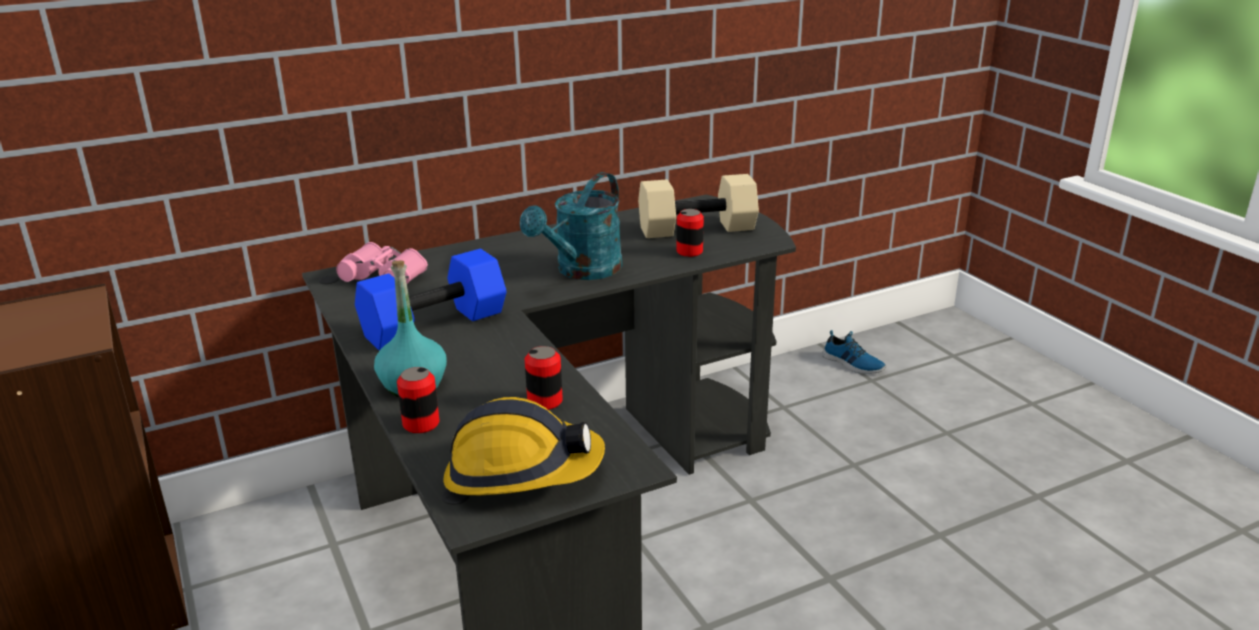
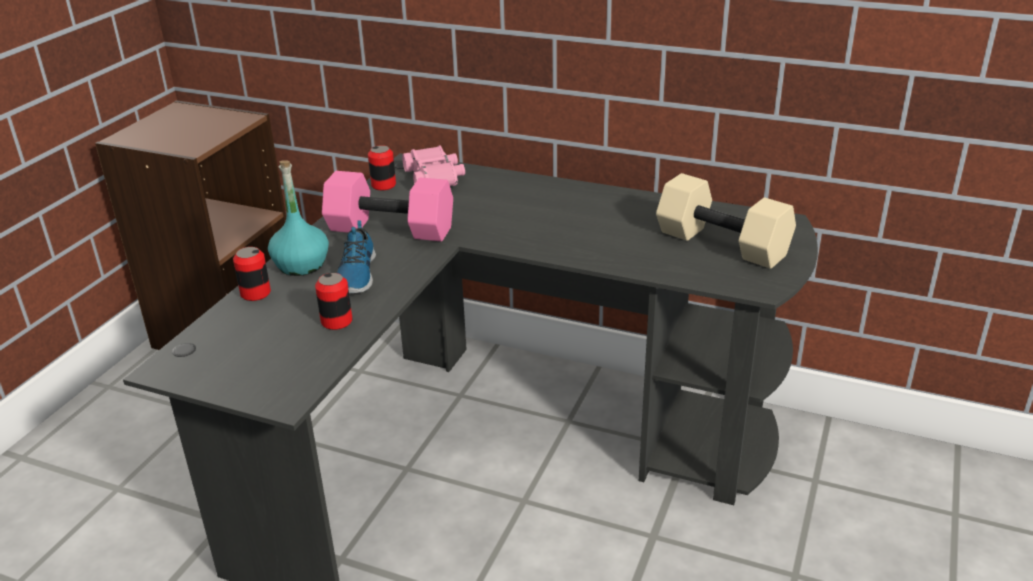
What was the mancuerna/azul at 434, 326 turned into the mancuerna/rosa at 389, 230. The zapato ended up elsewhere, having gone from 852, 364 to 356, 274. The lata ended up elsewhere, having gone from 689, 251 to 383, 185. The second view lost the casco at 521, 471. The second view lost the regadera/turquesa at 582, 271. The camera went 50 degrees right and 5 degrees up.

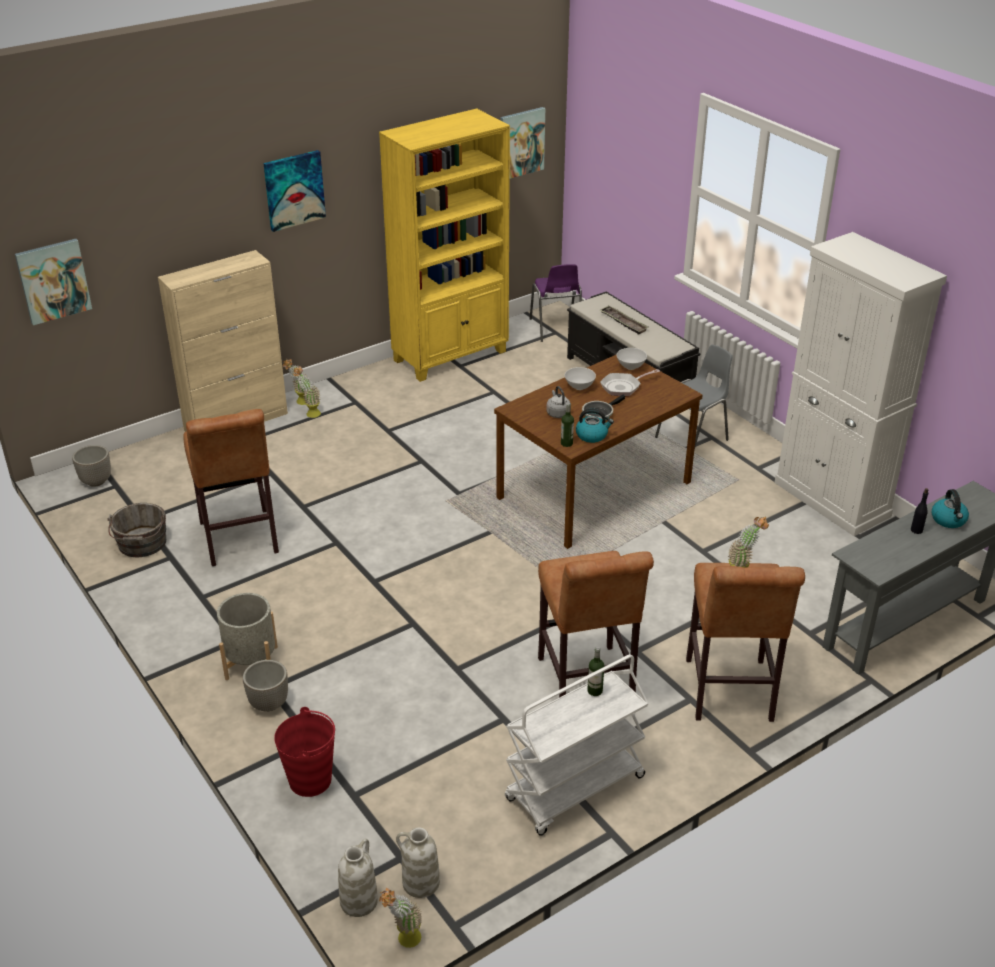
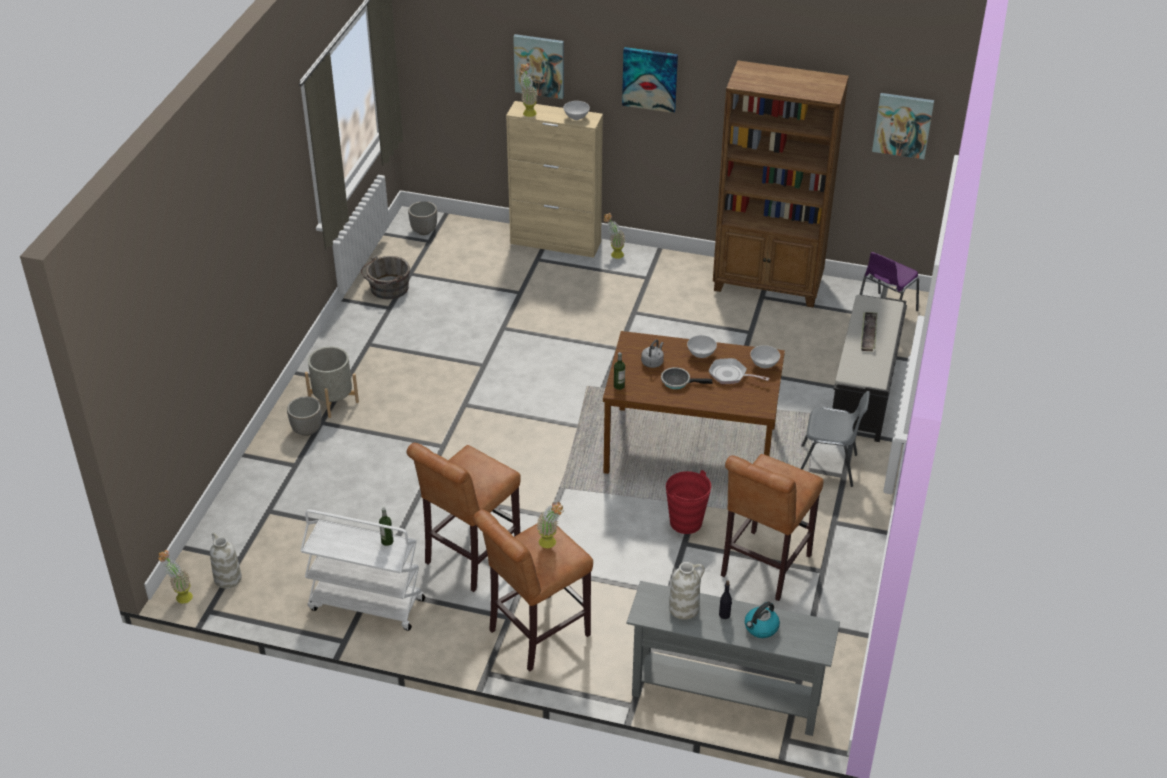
The cuadro ended up elsewhere, having gone from 53, 281 to 539, 65. The planta en maceta ended up elsewhere, having gone from 309, 413 to 528, 111. The second view gained the cuenco/blanco at 576, 118. The cubo/rojo ended up elsewhere, having gone from 311, 780 to 686, 522. The florero/blanco ended up elsewhere, having gone from 359, 900 to 684, 608. What was the estantería/amarillo at 451, 356 turned into the estantería/marrón at 768, 285. The taburete/marrón ended up elsewhere, having gone from 239, 541 to 763, 568. The second view lost the hervidor at 592, 435. The second view lost the armario/blanco at 832, 499. The camera went 50 degrees right and 5 degrees up.

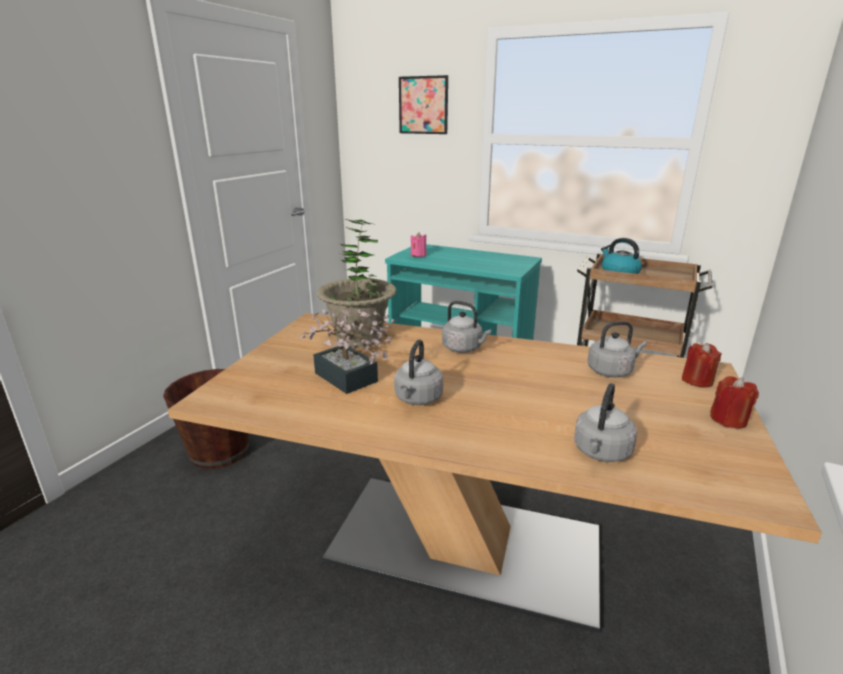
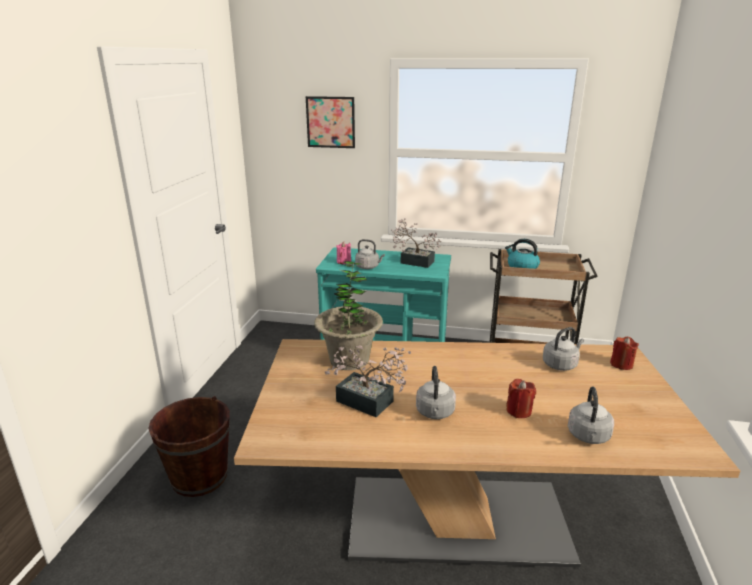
The hervidor/gris ended up elsewhere, having gone from 464, 348 to 368, 267. The second view gained the planta en maceta at 413, 261. The vela/rojo ended up elsewhere, having gone from 728, 420 to 519, 411. The camera went 15 degrees left and 0 degrees up.

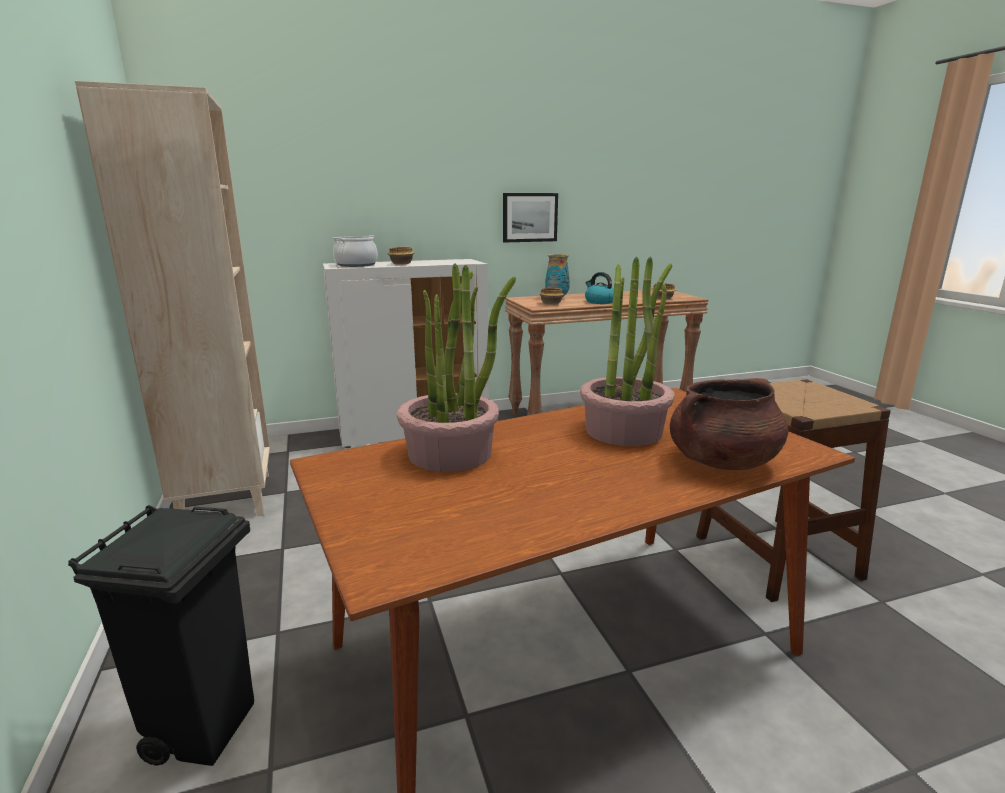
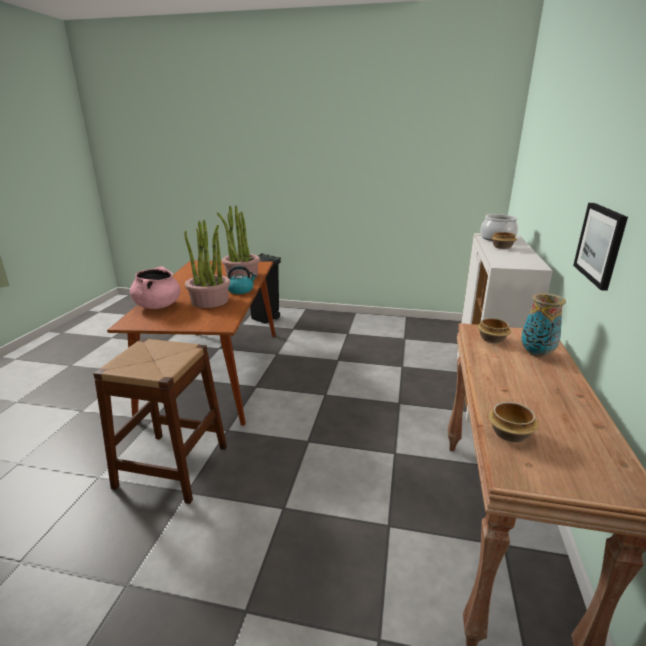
What was the olla/marrón at 722, 462 turned into the olla/rosa at 158, 306. The hervidor ended up elsewhere, having gone from 599, 302 to 241, 290. The second view lost the estantería/beis at 226, 499. The camera went 120 degrees right and 5 degrees up.

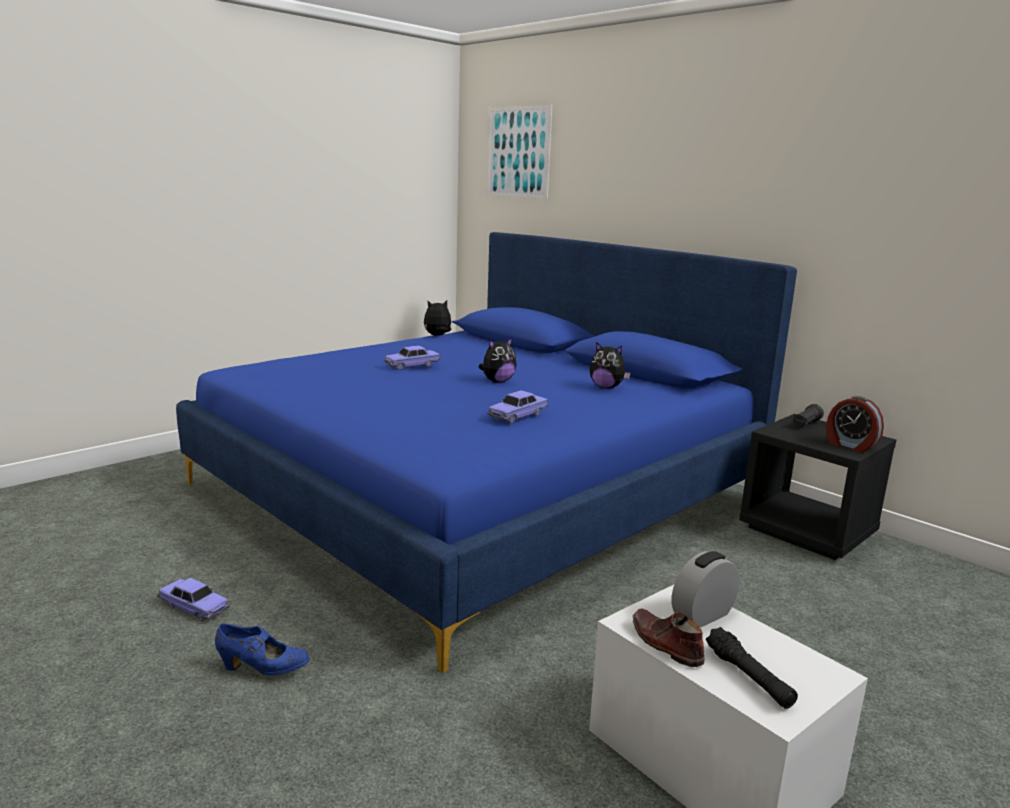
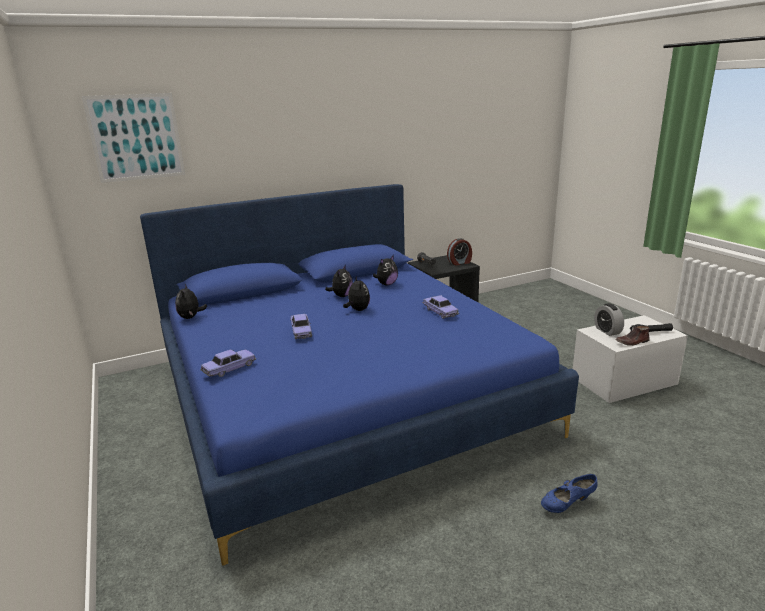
The coche de juguete ended up elsewhere, having gone from 194, 607 to 229, 368. The second view gained the peluche at 341, 296. The zapato/azul at 263, 669 ended up facing another way, 135 degrees counterclockwise from before. The camera went 70 degrees left and 5 degrees up.

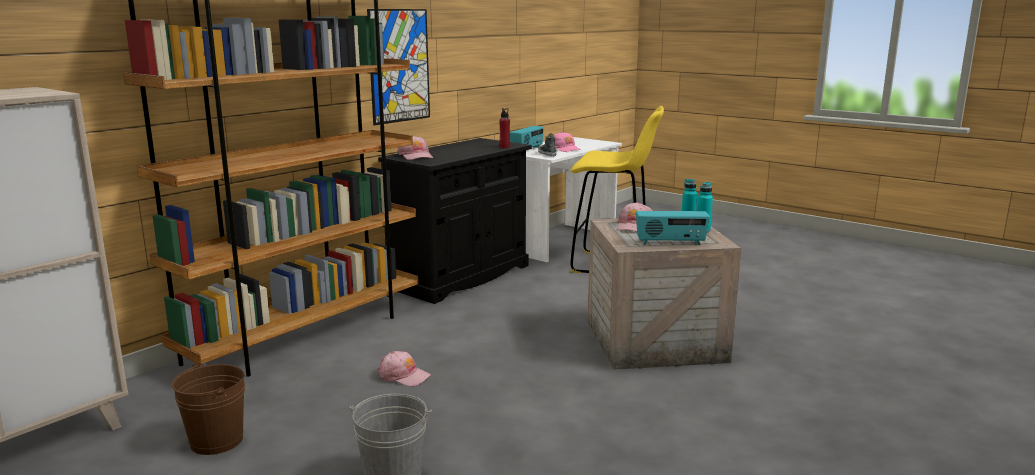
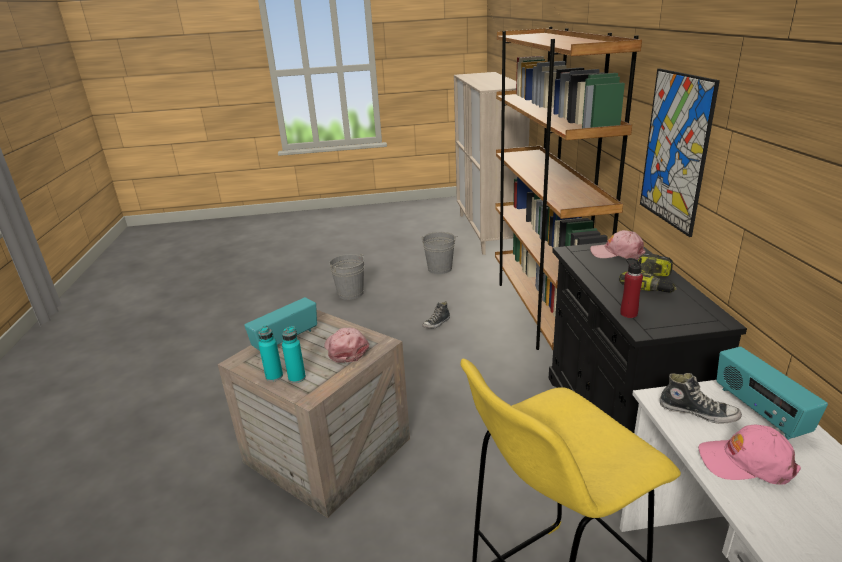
What was the cubo/marrón at 216, 441 turned into the cubo/gris at 440, 268. Where the gorra/rosa stood at 403, 376, the zapato came to stand at 436, 323. The second view gained the taladro at 652, 283. The camera went 135 degrees right and 10 degrees up.

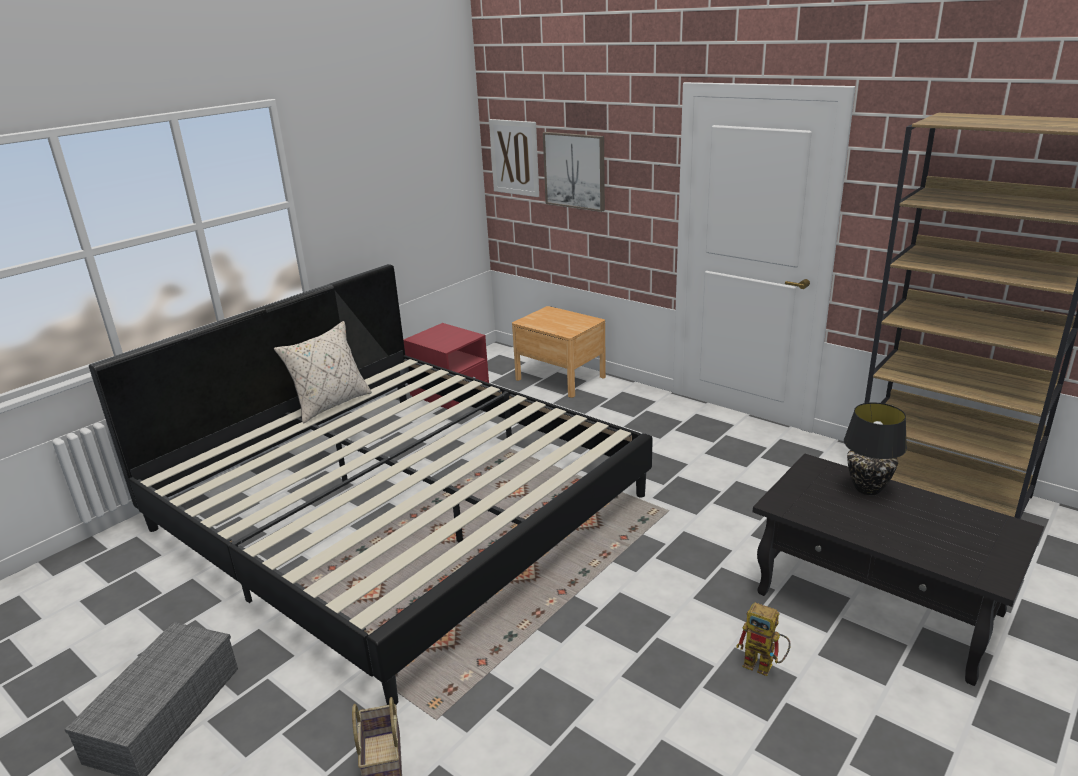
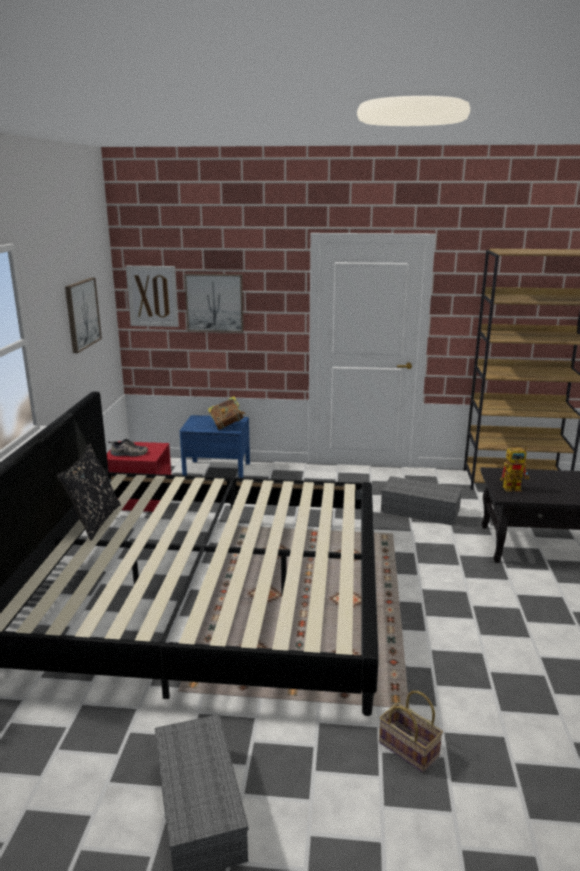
What was the cojín/beis at 330, 404 turned into the cojín/negro at 94, 521. The second view gained the cuadro at 82, 314. The second view gained the zapato at 128, 454. What was the mesita de noche/marrón at 560, 378 turned into the mesita de noche/azul at 217, 471. The second view gained the libro at 227, 425. The second view gained the caja de almacenaje/gris at 421, 510. The robot de juguete ended up elsewhere, having gone from 764, 665 to 515, 488. The second view lost the lámpara de mesa/negro at 867, 489. The camera went 35 degrees left and 5 degrees down.

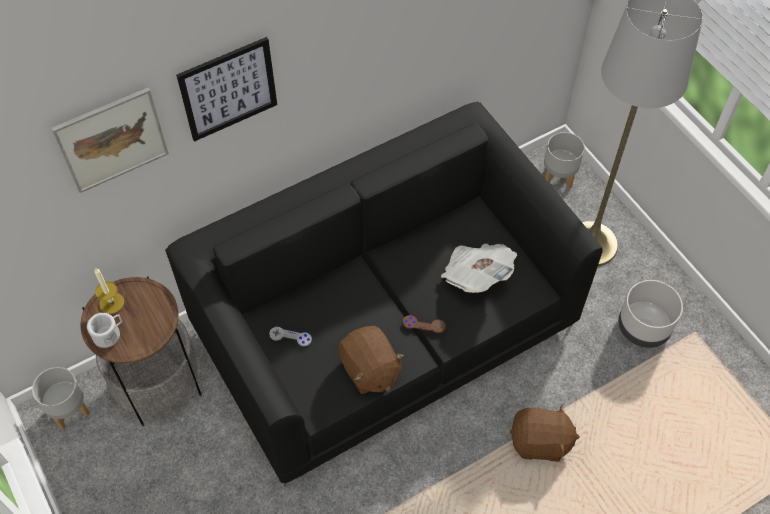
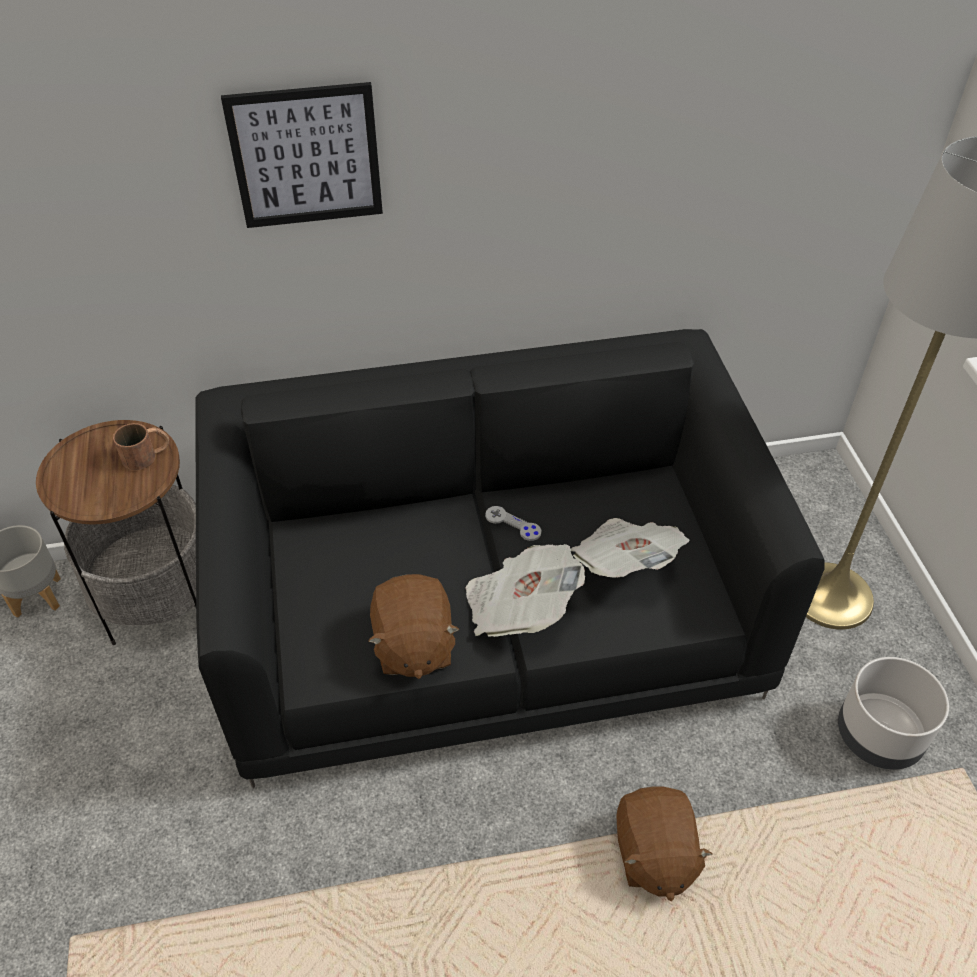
The second view gained the taza grande/marrón at 147, 455. Where the mando de consola/marrón stood at 424, 324, the periódico came to stand at 519, 608. The mando de consola/gris ended up elsewhere, having gone from 290, 337 to 513, 524. The peluche/marrón at 540, 442 ended up facing another way, 60 degrees clockwise from before. The second view lost the cuadro at 112, 140. The second view lost the taza grande/blanco at 109, 334. The second view lost the vela at 111, 303. The second view lost the maceta/gris at 559, 177. The camera went 20 degrees right and 10 degrees down.

